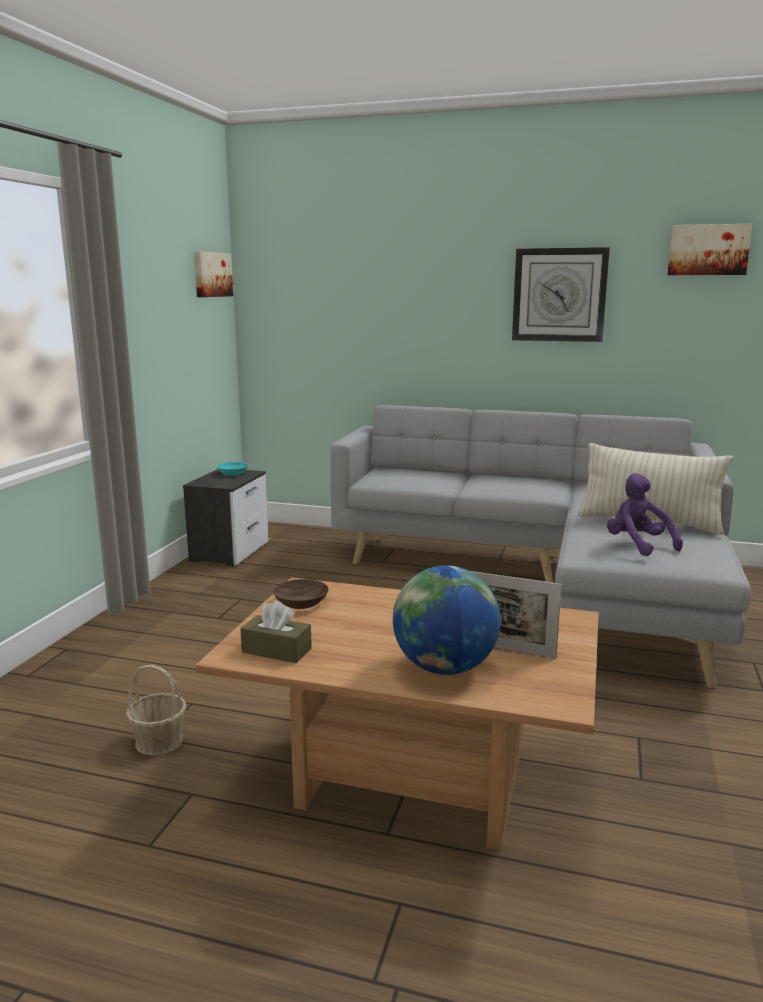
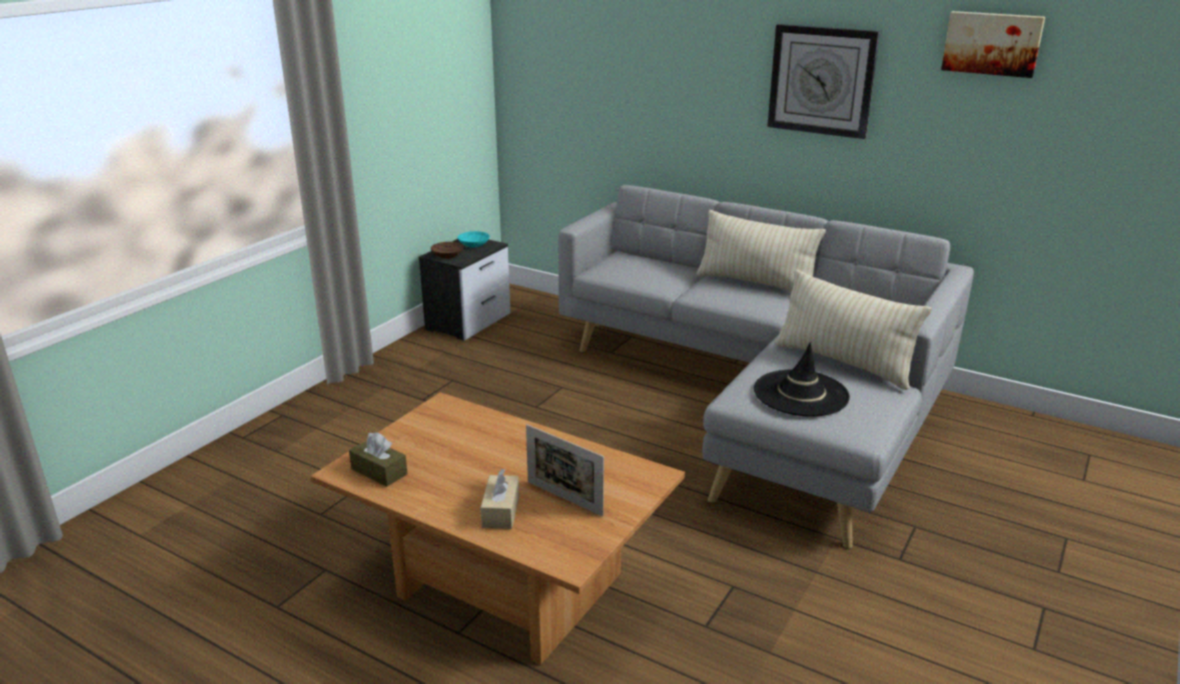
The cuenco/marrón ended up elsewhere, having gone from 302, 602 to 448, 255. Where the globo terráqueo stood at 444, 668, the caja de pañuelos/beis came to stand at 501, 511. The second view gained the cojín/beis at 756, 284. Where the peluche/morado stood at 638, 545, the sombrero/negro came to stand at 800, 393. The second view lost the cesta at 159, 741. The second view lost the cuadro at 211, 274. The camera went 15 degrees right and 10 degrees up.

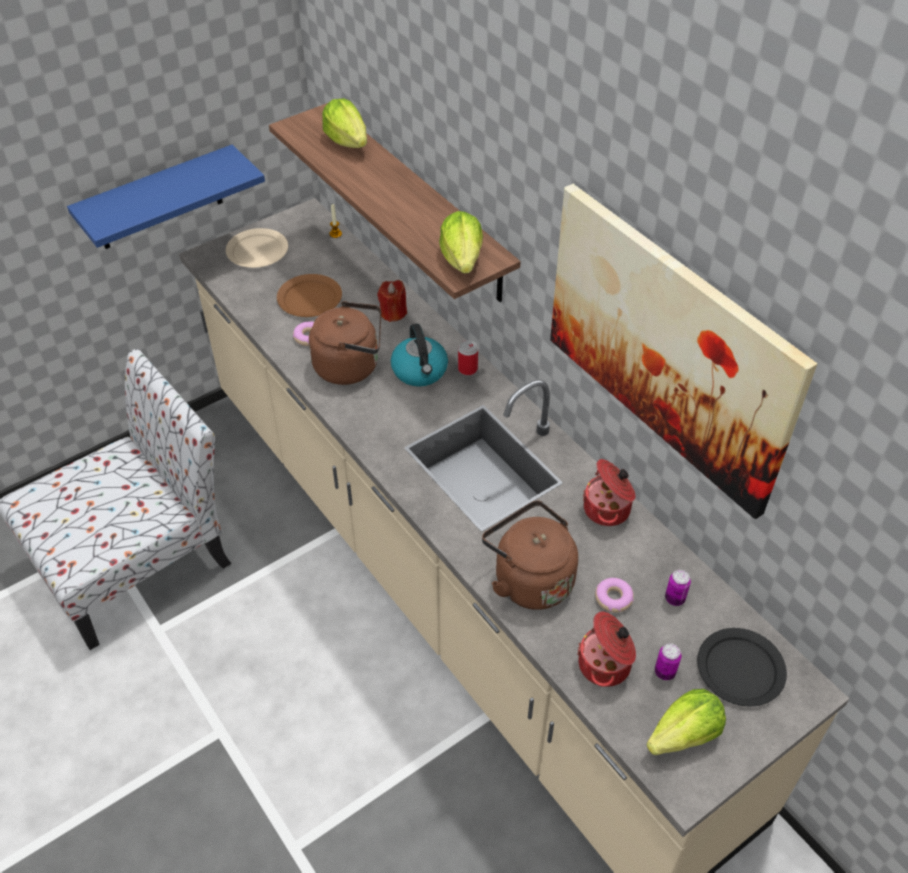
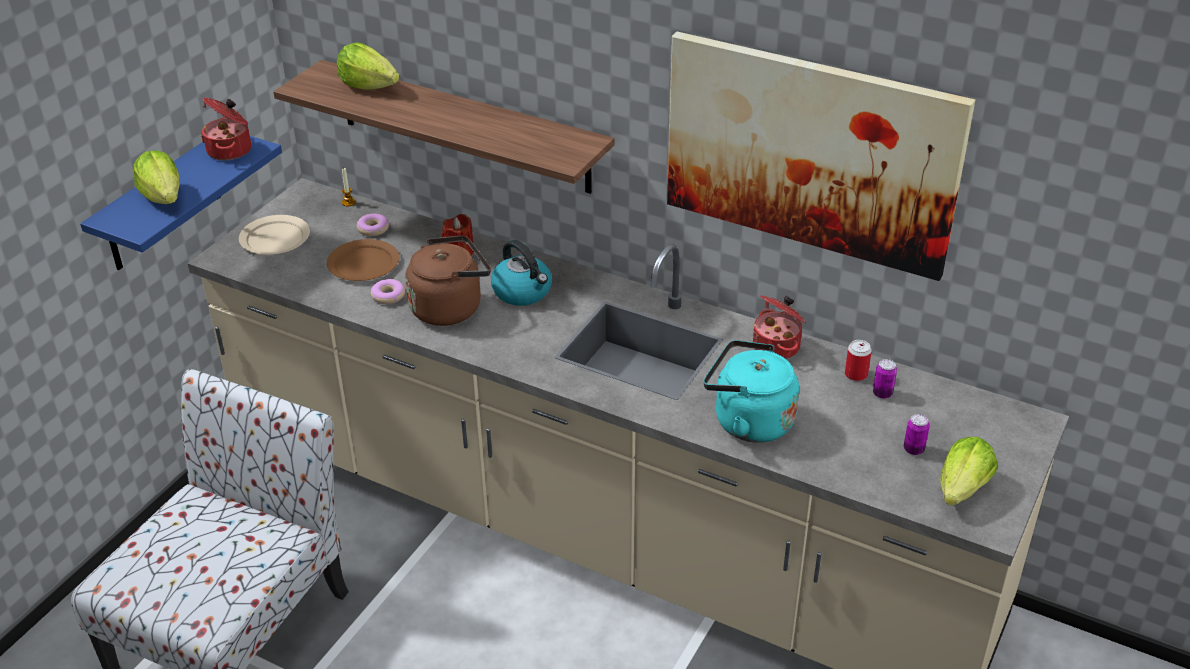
The lechuga ended up elsewhere, having gone from 462, 259 to 163, 197. The olla ended up elsewhere, having gone from 606, 665 to 231, 150. The rosquilla ended up elsewhere, having gone from 613, 598 to 373, 229. What was the hervidor/marrón at 529, 579 turned into the hervidor/turquesa at 748, 421. The lata ended up elsewhere, having gone from 467, 369 to 856, 374. The second view lost the plato/negro at 741, 669. The camera went 25 degrees left and 10 degrees down.

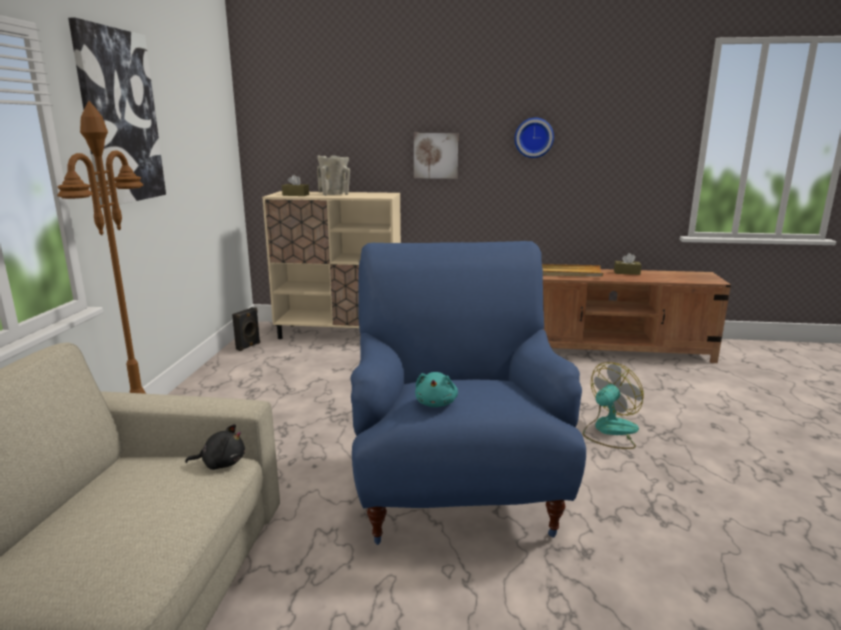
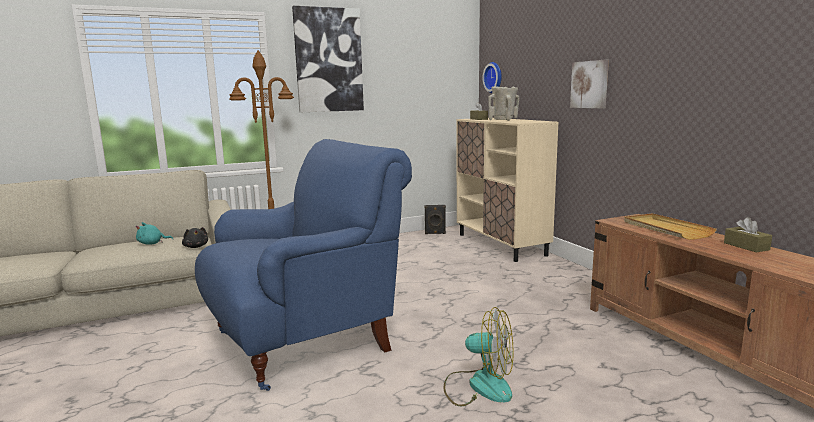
The peluche/turquesa ended up elsewhere, having gone from 436, 403 to 152, 243. The reloj de pared ended up elsewhere, having gone from 533, 137 to 494, 77. The camera went 60 degrees right and 5 degrees down.

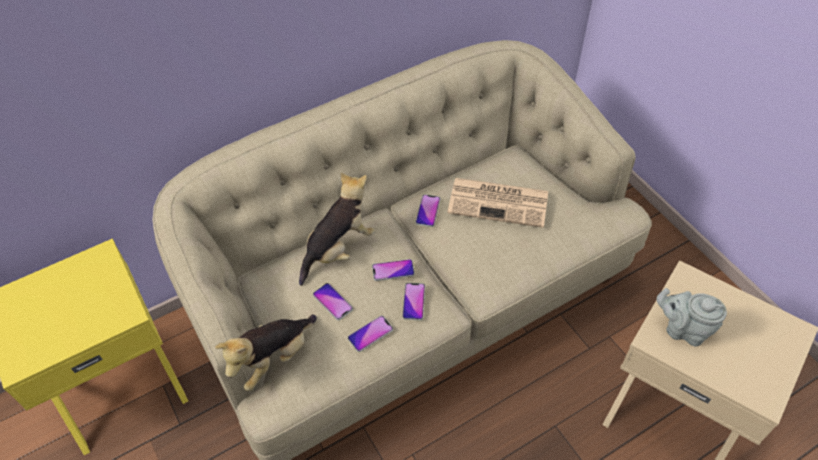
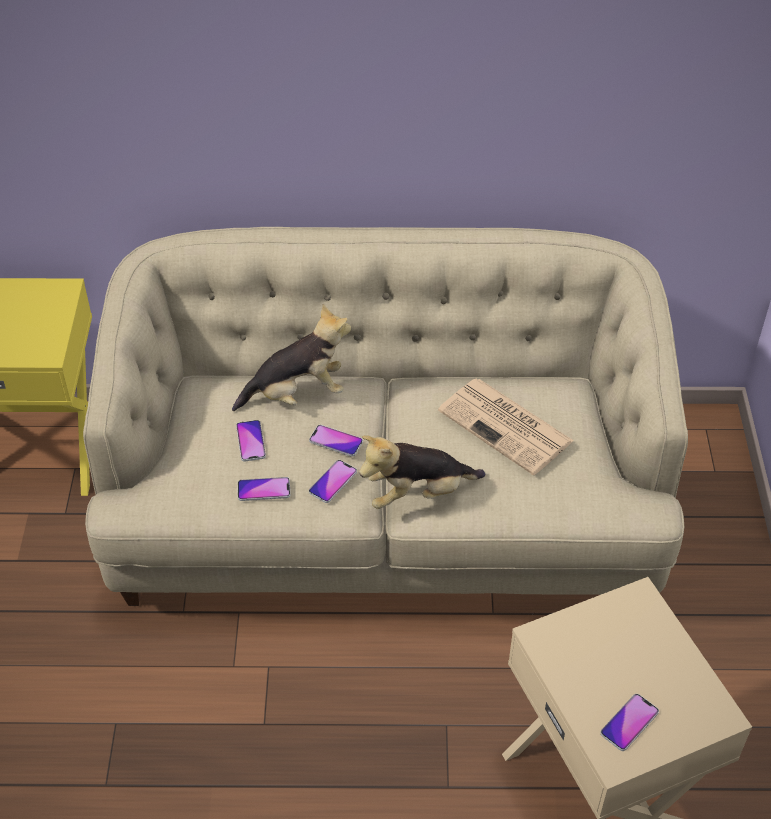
The peluche ended up elsewhere, having gone from 274, 359 to 418, 494. The móvil ended up elsewhere, having gone from 428, 211 to 629, 723. The second view lost the tetera/gris at 683, 329. The camera went 30 degrees right and 5 degrees down.

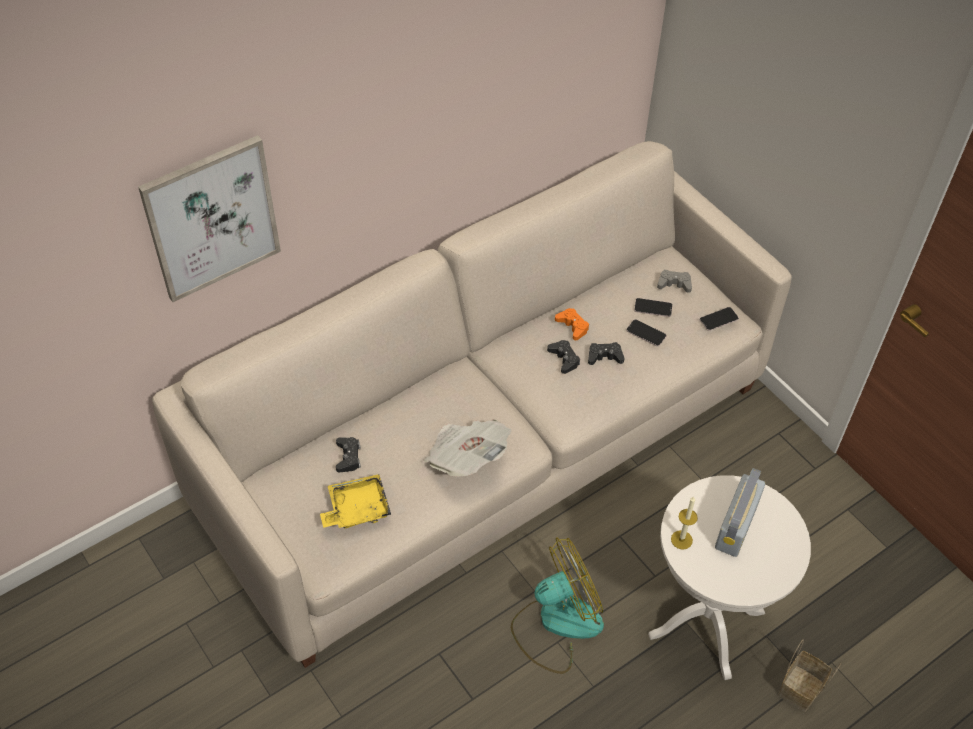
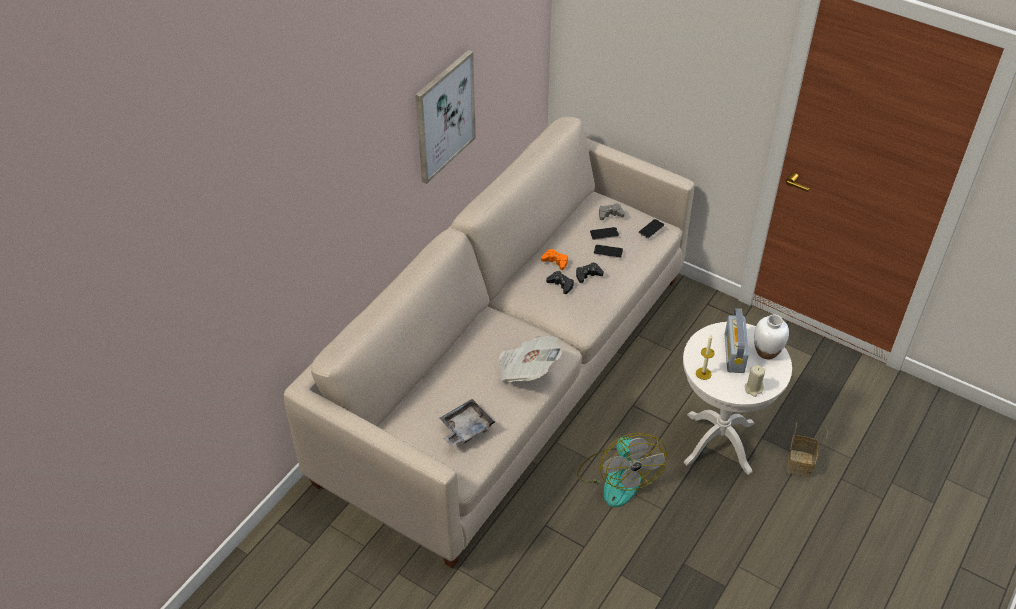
The cuadro ended up elsewhere, having gone from 211, 218 to 444, 116. What was the bandeja/amarillo at 356, 509 turned into the bandeja/gris at 465, 428. The ventilador at 556, 623 ended up facing another way, 120 degrees clockwise from before. The second view gained the vela/beis at 753, 389. The second view gained the florero/blanco at 766, 351. The second view lost the mando de consola/negro at 348, 457. The camera went 20 degrees left and 5 degrees down.

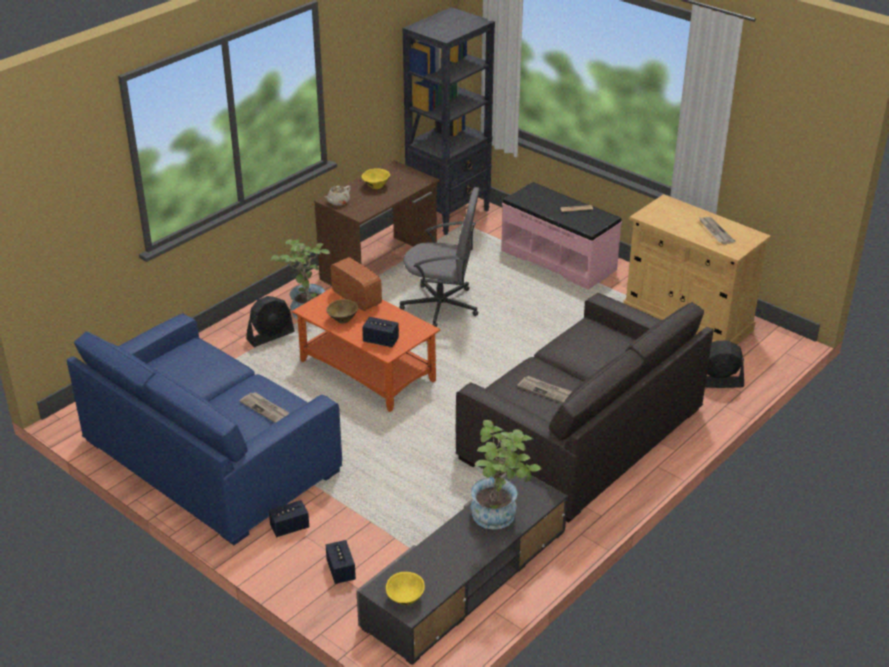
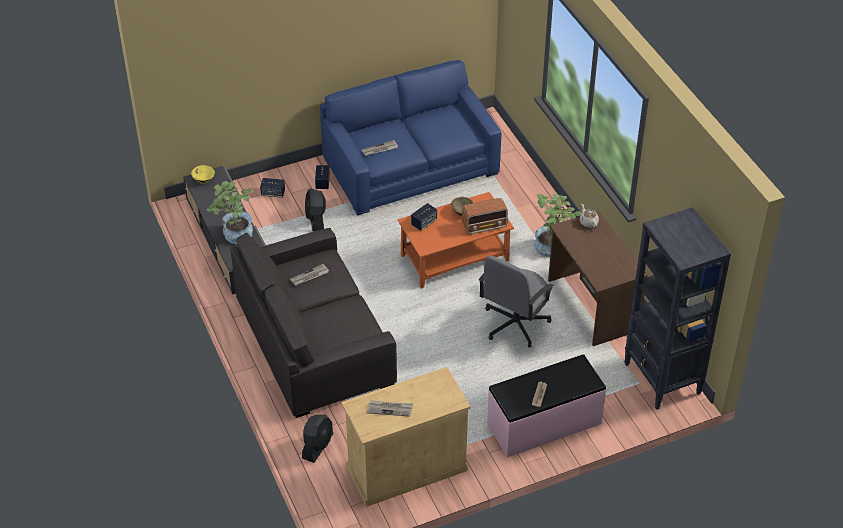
The ventilador/negro ended up elsewhere, having gone from 271, 336 to 316, 219. The second view lost the cuenco/amarillo at 376, 186. The camera went 115 degrees right and 10 degrees up.

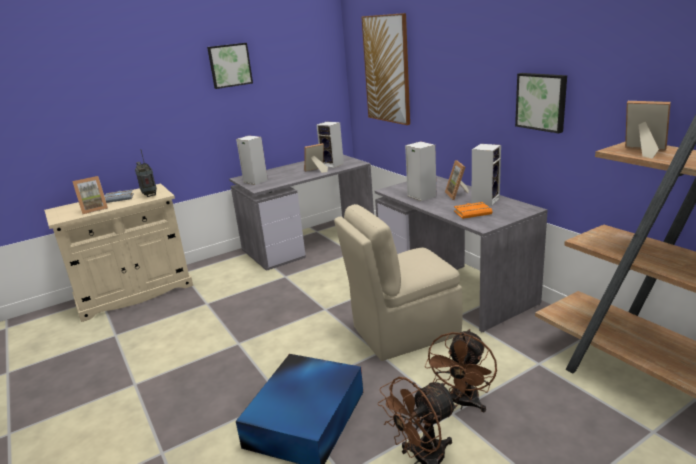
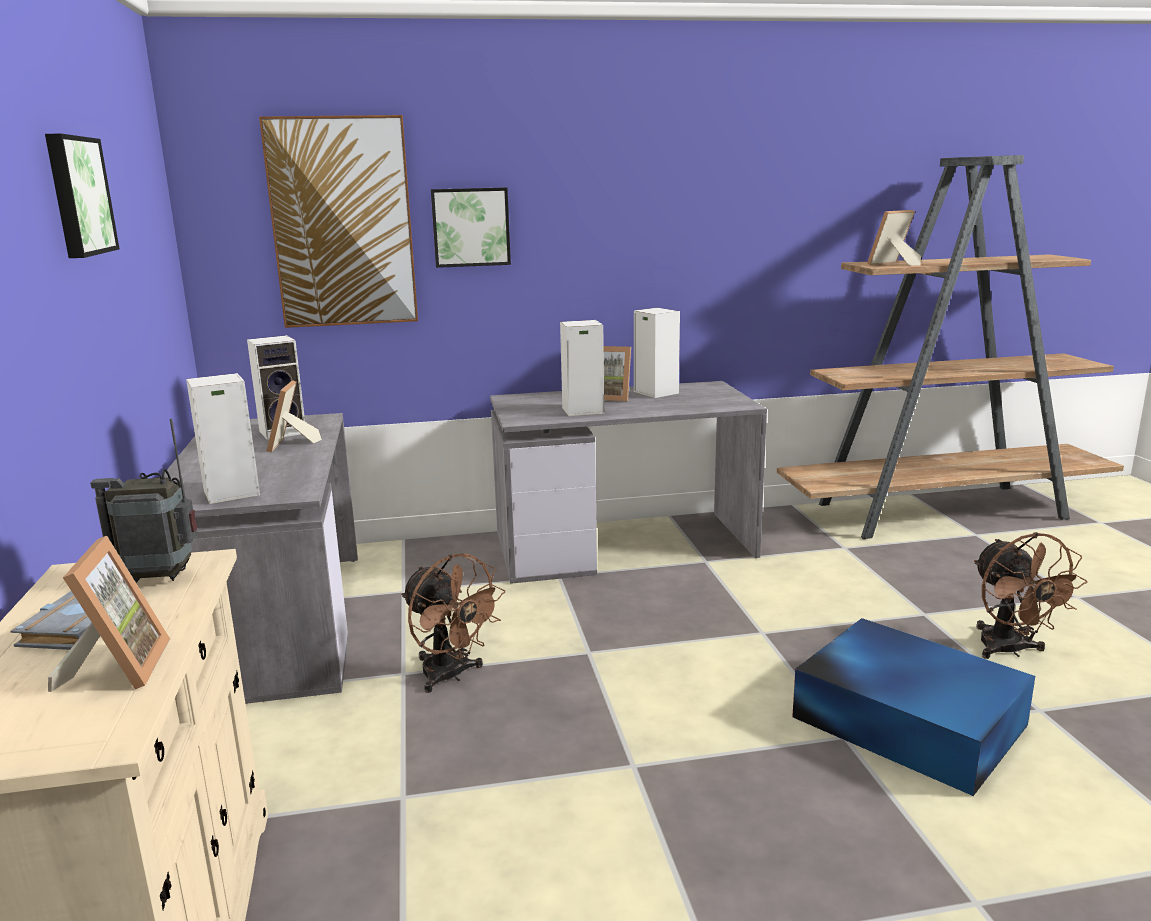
The ventilador/marrón ended up elsewhere, having gone from 463, 403 to 451, 676. The cuadro ended up elsewhere, having gone from 542, 101 to 471, 227. The second view lost the silla/beis at 403, 332. The second view lost the libro/naranja at 472, 212. The camera went 70 degrees left and 5 degrees down.

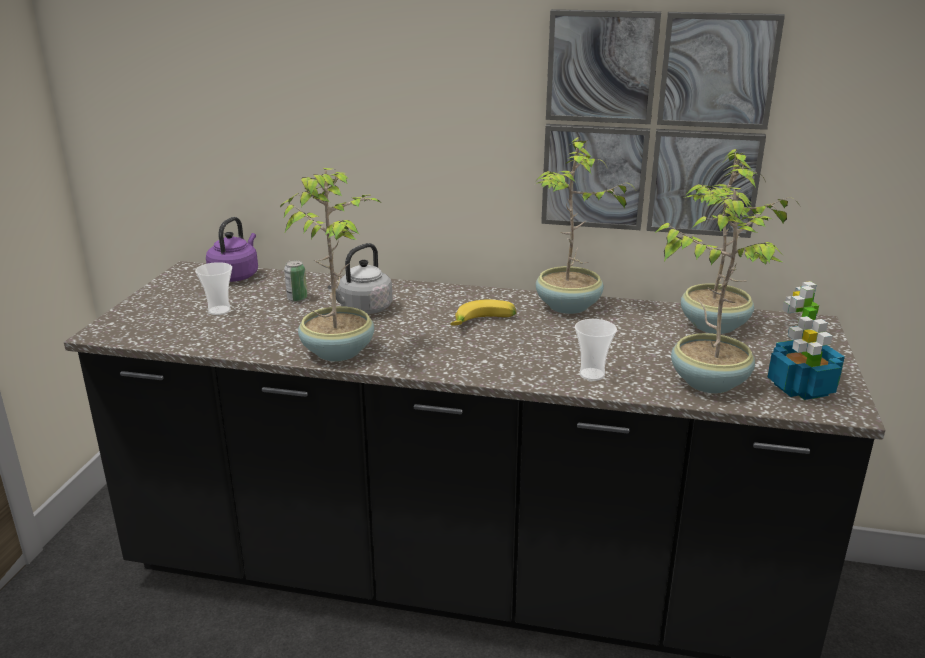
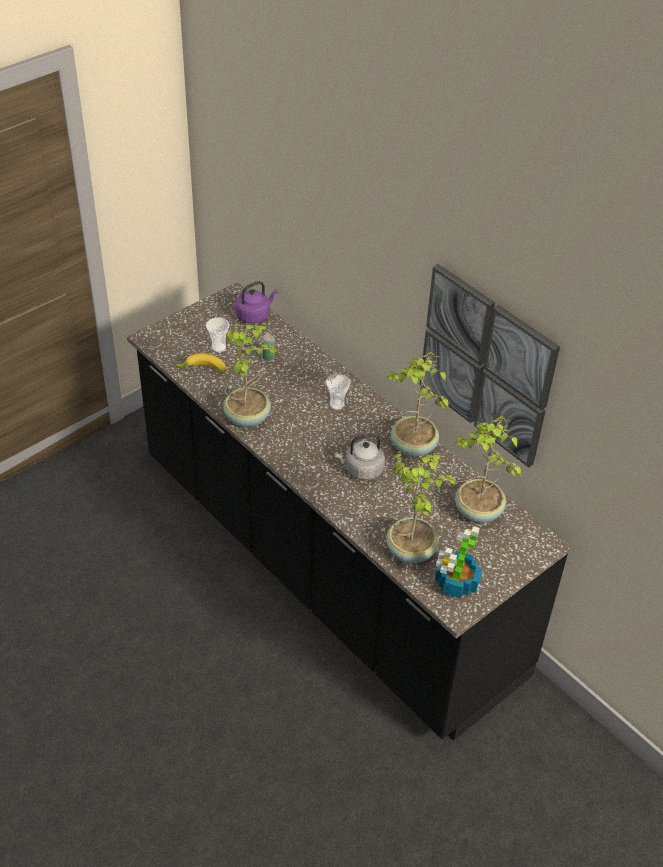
The plátano ended up elsewhere, having gone from 483, 323 to 203, 370. The taza ended up elsewhere, having gone from 592, 374 to 337, 404. The hervidor/gris ended up elsewhere, having gone from 363, 309 to 361, 470. The camera went 35 degrees right and 20 degrees up.

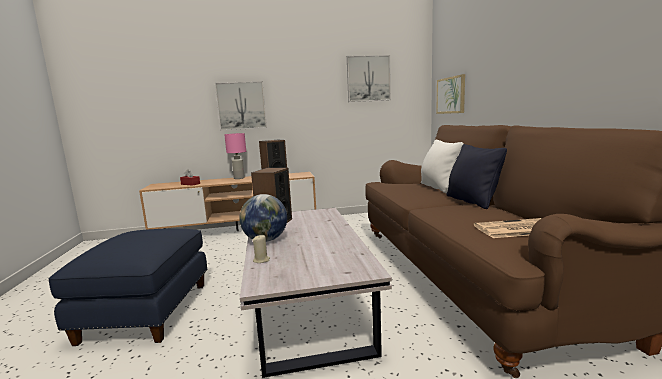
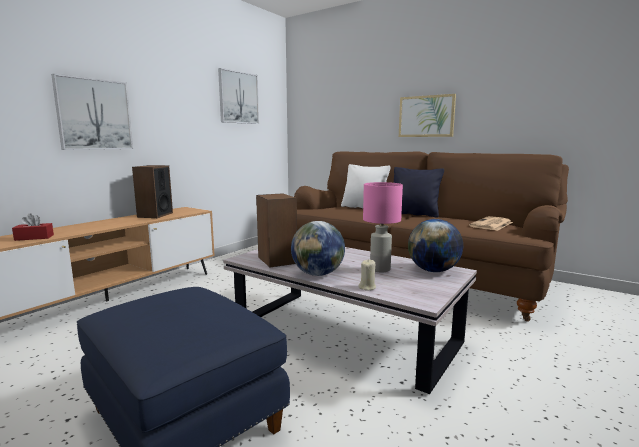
The lámpara de mesa/rosa ended up elsewhere, having gone from 239, 178 to 379, 269. The cuadro ended up elsewhere, having gone from 451, 95 to 426, 116. The second view gained the globo terráqueo at 433, 270. The camera went 45 degrees left and 0 degrees up.

